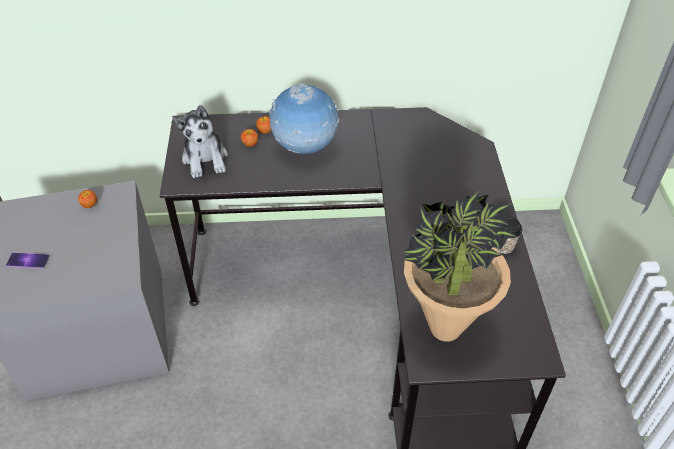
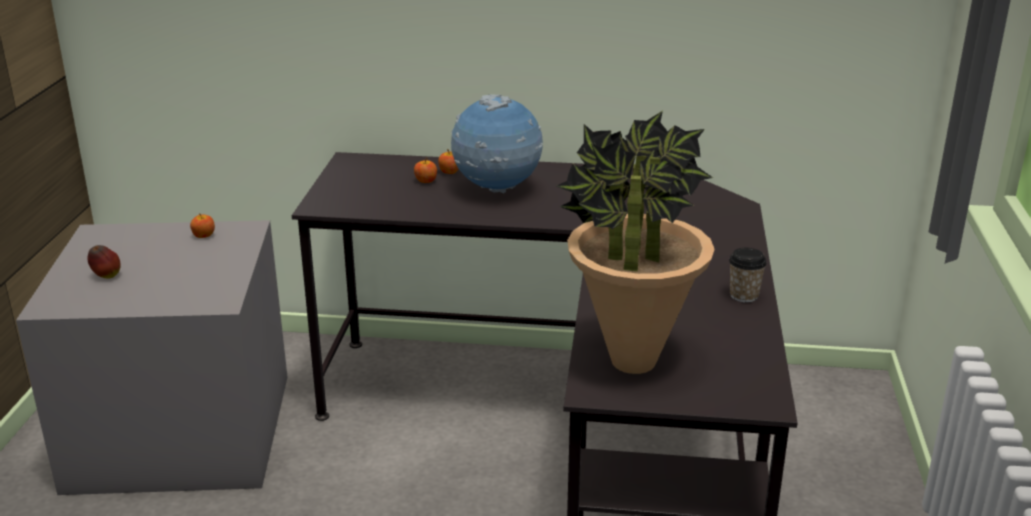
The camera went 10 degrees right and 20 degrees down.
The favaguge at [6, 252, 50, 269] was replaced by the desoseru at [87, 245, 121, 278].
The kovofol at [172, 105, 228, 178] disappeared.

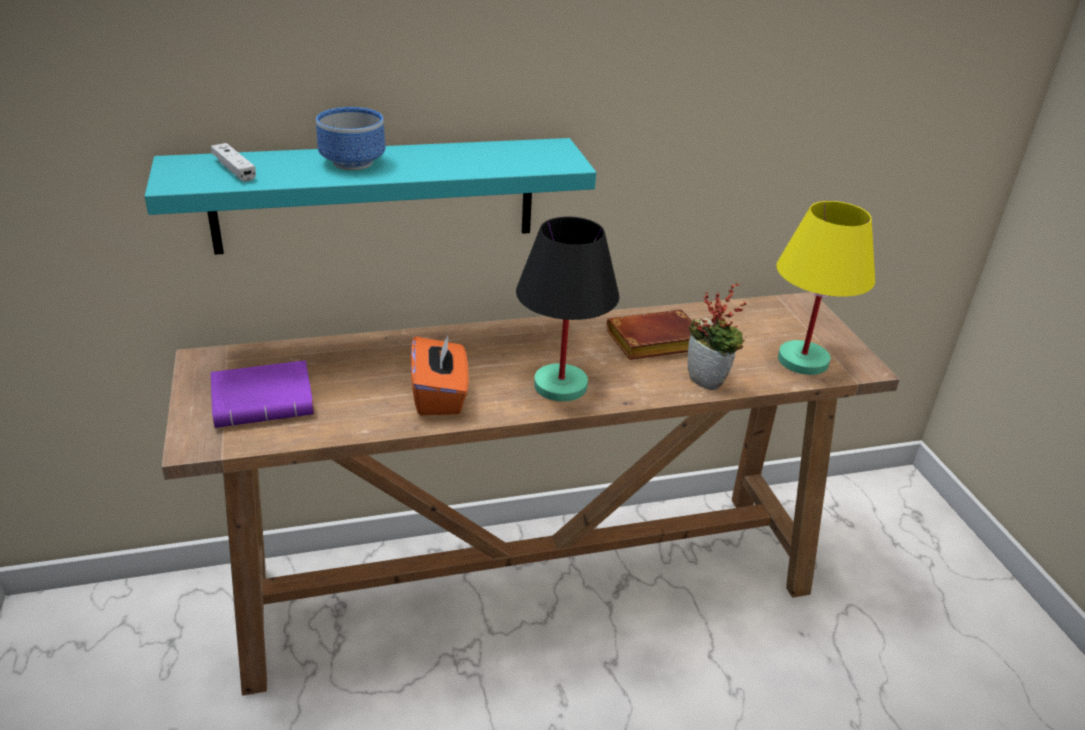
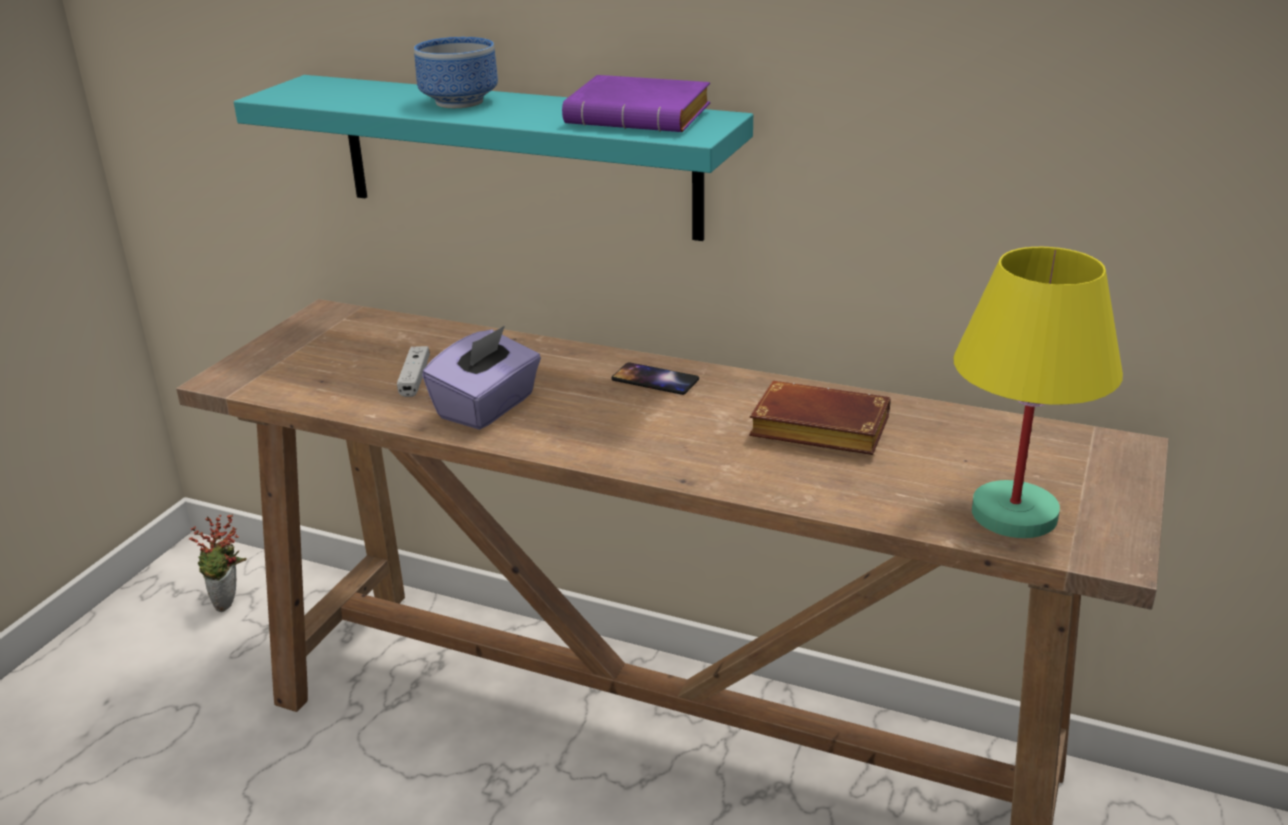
The camera went 40 degrees right and 5 degrees down.
The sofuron moved from [687, 282, 747, 390] to [189, 514, 247, 612].
The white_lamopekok moved from [211, 143, 256, 182] to [397, 346, 430, 397].
The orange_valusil at [411, 333, 468, 415] became the purple_valusil at [422, 326, 541, 430].
The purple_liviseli moved from [211, 360, 314, 428] to [562, 75, 710, 132].
The favaguge at [611, 362, 699, 395] appeared.
The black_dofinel at [516, 217, 619, 402] disappeared.

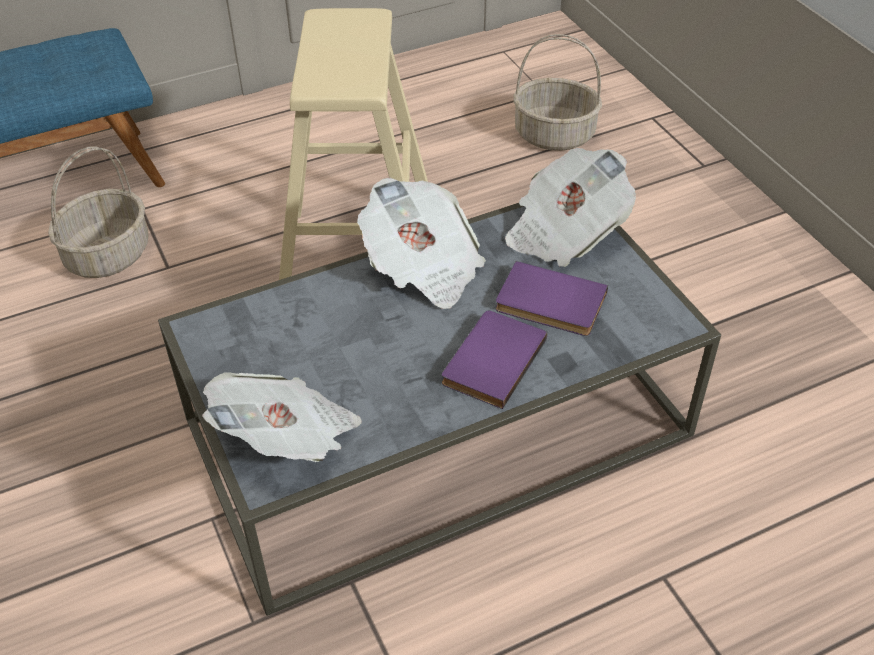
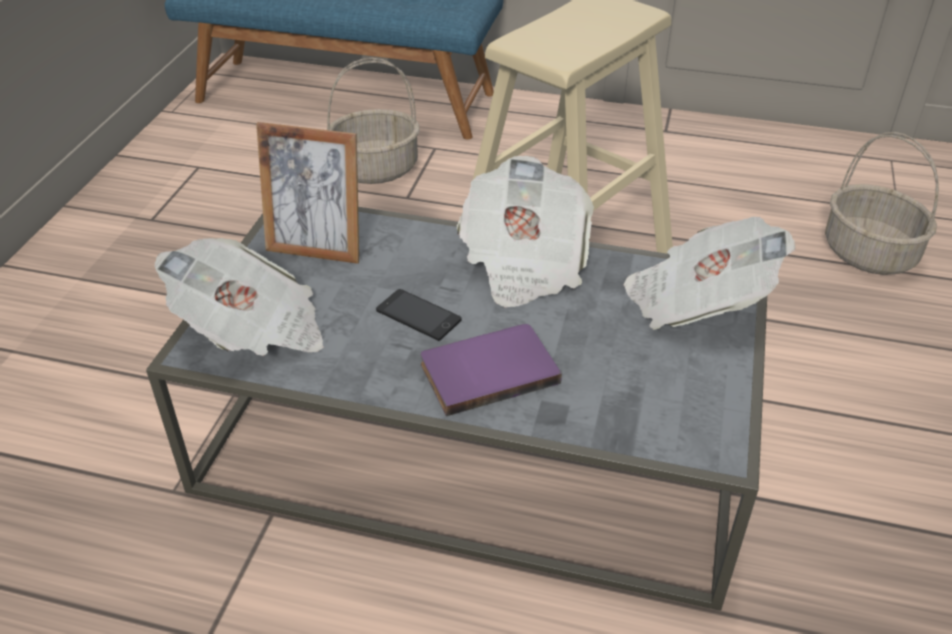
The camera went 40 degrees right and 5 degrees down.
The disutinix at [256, 122, 359, 264] appeared.
The favaguge at [376, 289, 462, 341] appeared.
The purple_liviseli at [496, 261, 608, 336] disappeared.

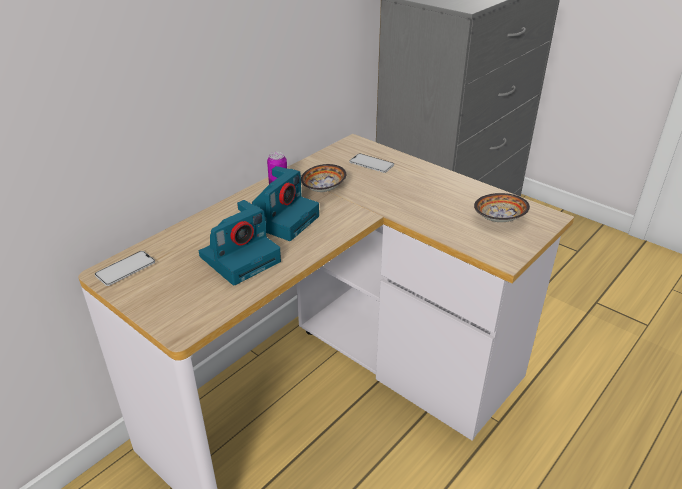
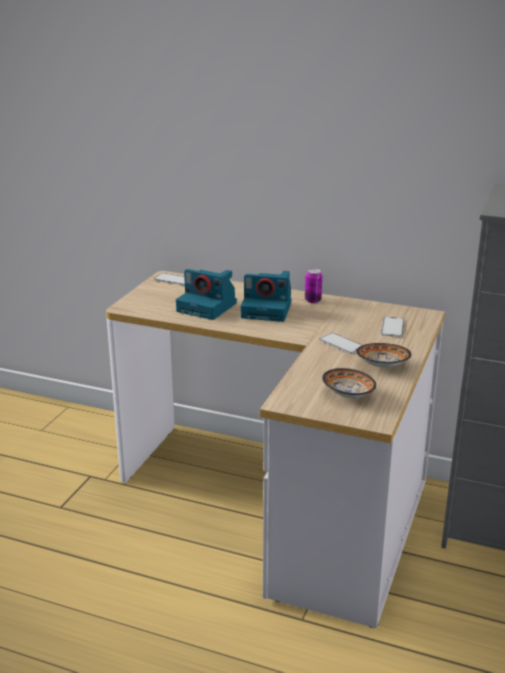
The camera went 70 degrees right and 10 degrees down.
The favaguge at [319, 333, 362, 354] appeared.
The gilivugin moved from [301, 164, 346, 192] to [356, 343, 412, 367].

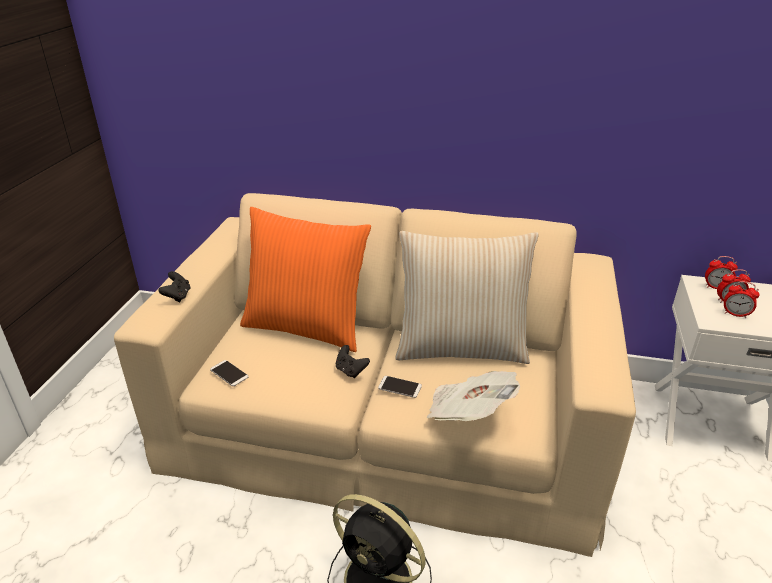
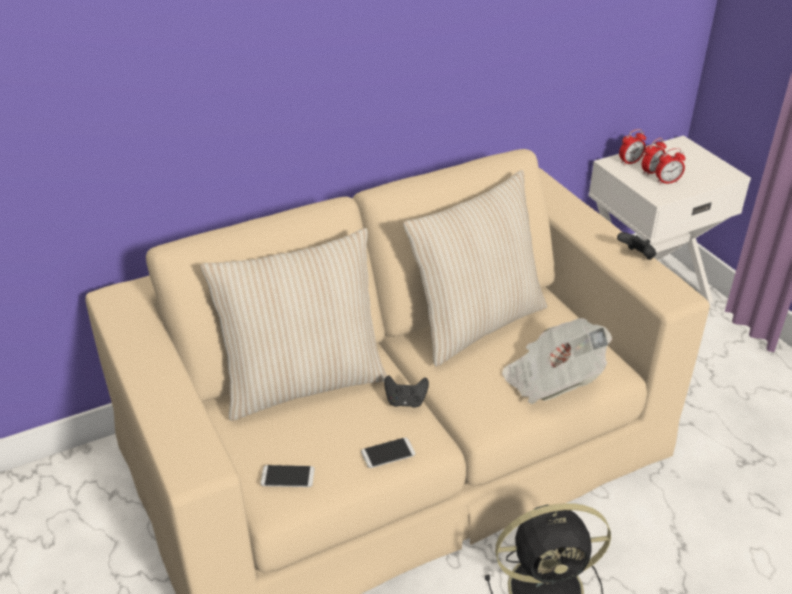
The camera went 40 degrees left and 5 degrees up.
The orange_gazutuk at [240, 207, 371, 352] became the beige_gazutuk at [201, 228, 387, 421].
The favaguge moved from [378, 376, 422, 398] to [361, 438, 415, 468].
The black_lamopekok moved from [158, 271, 190, 303] to [617, 232, 656, 260].

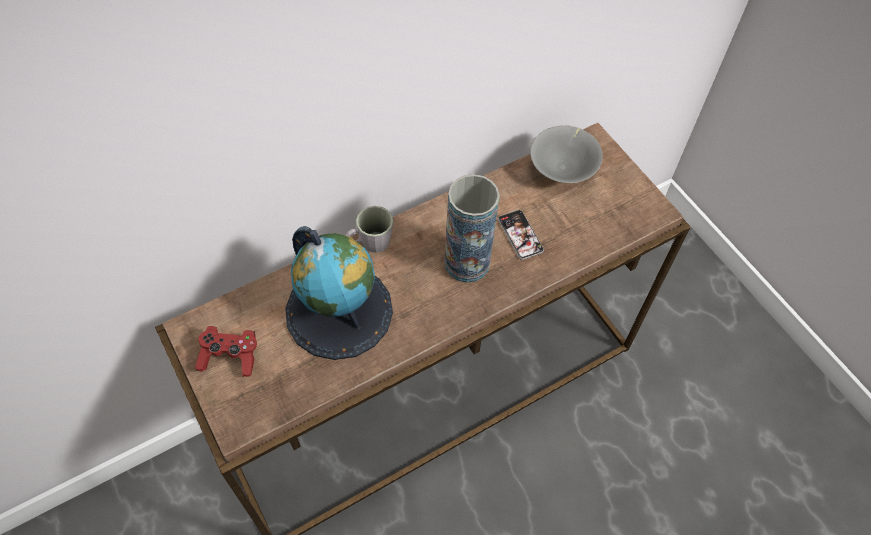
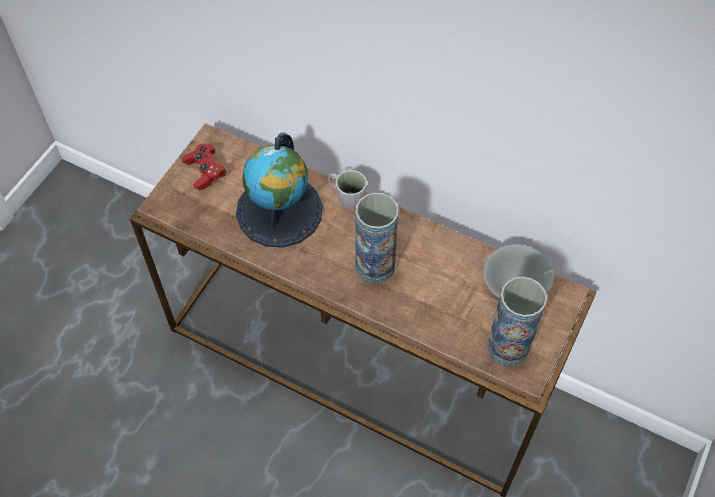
The camera went 60 degrees right and 0 degrees up.
The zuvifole at [487, 276, 547, 366] appeared.
The favaguge at [498, 210, 544, 260] disappeared.

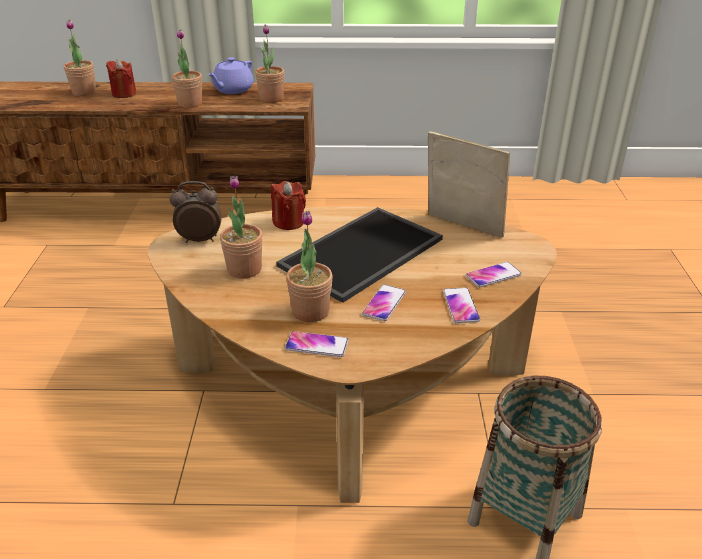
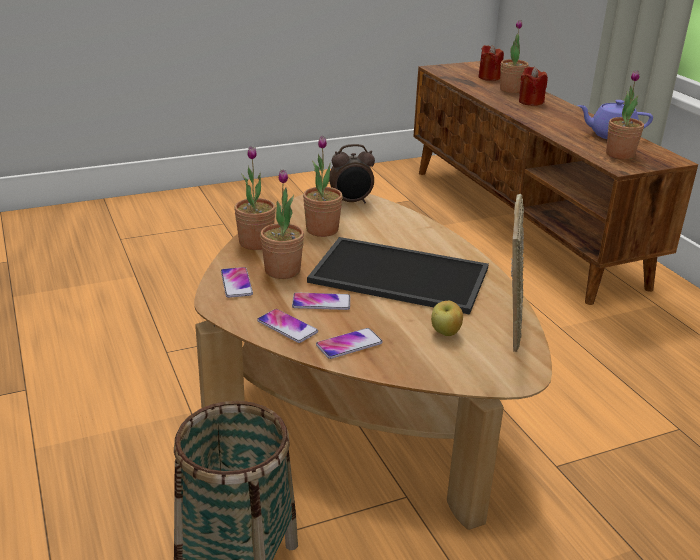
The camera went 65 degrees right and 5 degrees down.
The sofuron moved from [172, 29, 202, 108] to [234, 146, 276, 250].
The favaguge moved from [466, 262, 522, 287] to [257, 309, 318, 343].
The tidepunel at [170, 181, 221, 243] turned 105 degrees clockwise.
The desoseru at [431, 301, 463, 336] appeared.
The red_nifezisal moved from [271, 181, 306, 230] to [479, 45, 504, 81].

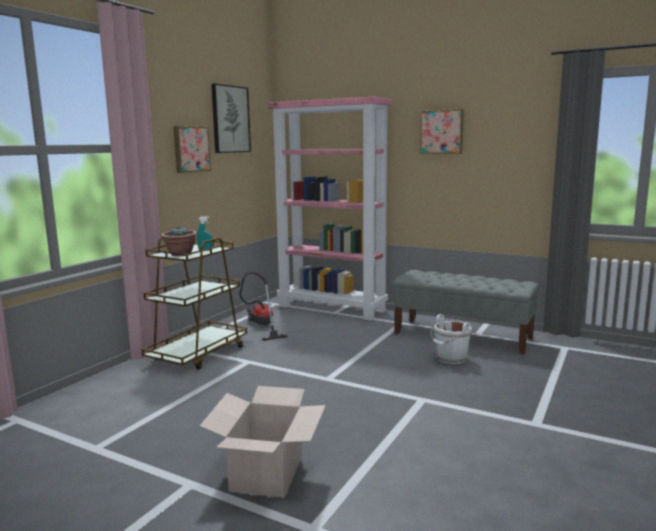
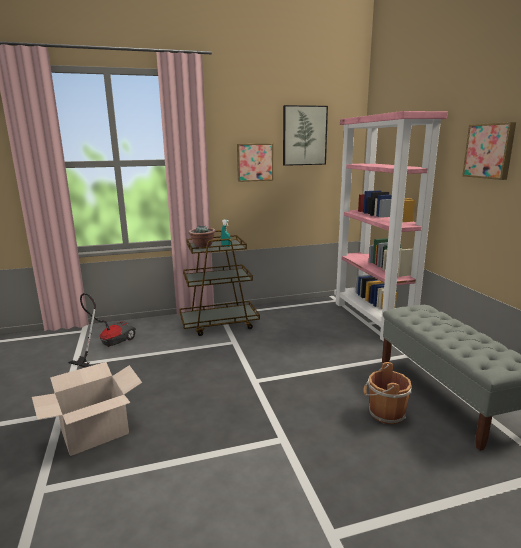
The camera went 45 degrees right and 5 degrees up.
The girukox moved from [239, 272, 288, 341] to [69, 293, 136, 368].
The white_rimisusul at [431, 314, 472, 364] became the brown_rimisusul at [363, 362, 412, 424].

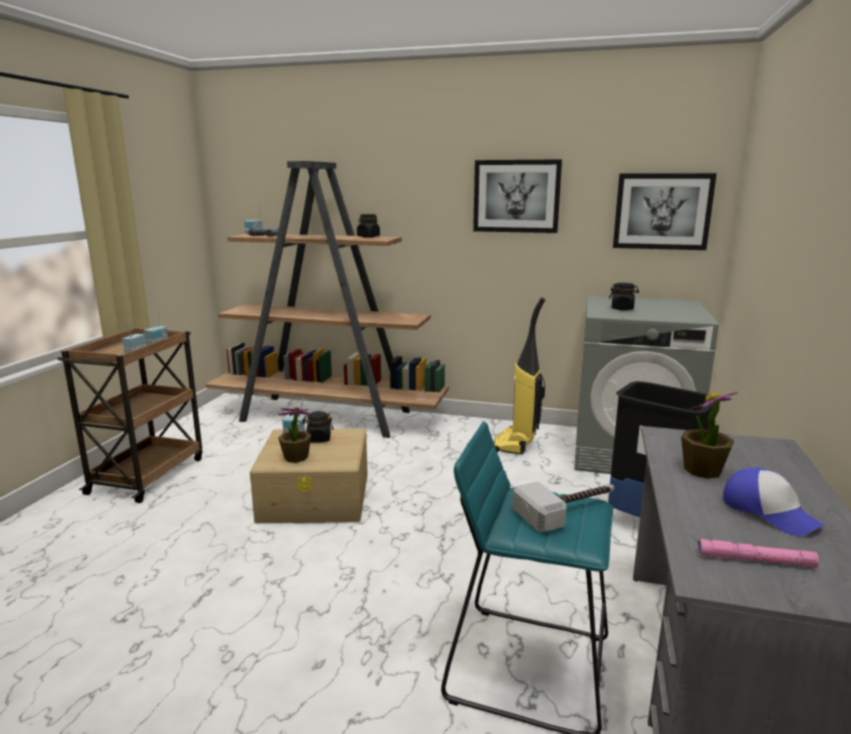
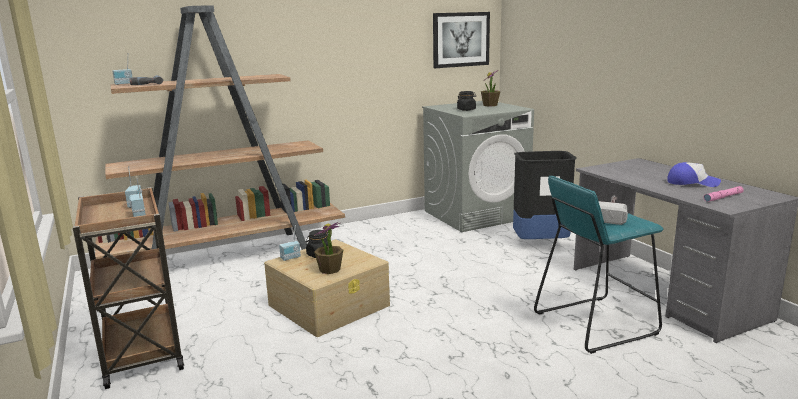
The camera went 40 degrees left and 0 degrees up.
The sofuron moved from [681, 392, 739, 479] to [481, 70, 500, 107].
The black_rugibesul at [357, 214, 380, 238] disappeared.
The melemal at [473, 159, 562, 233] disappeared.
The girukox at [494, 297, 546, 454] disappeared.

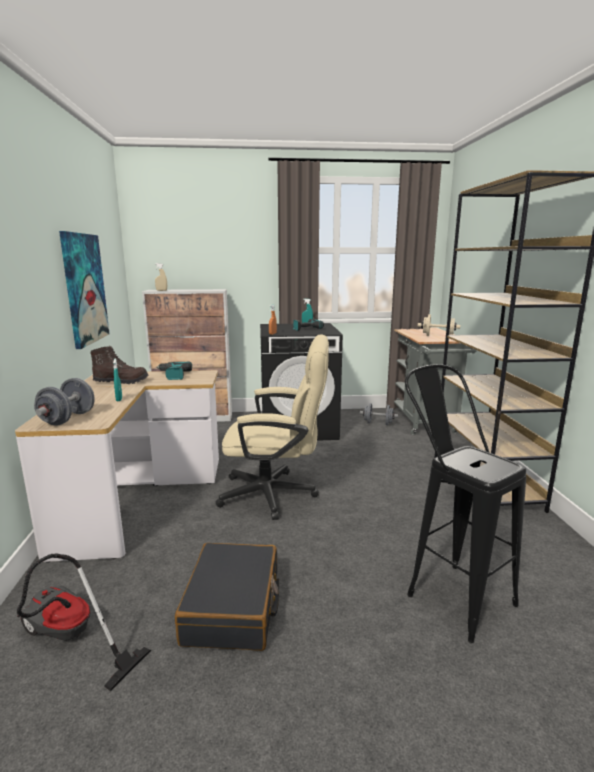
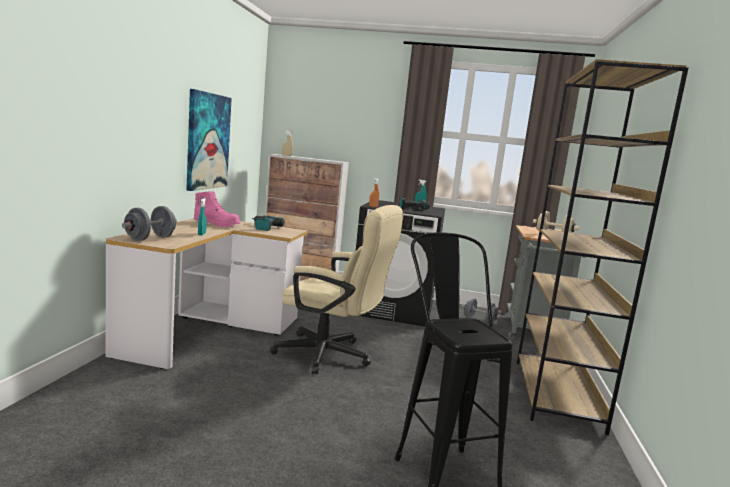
The camera went 15 degrees right and 5 degrees down.
The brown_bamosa at [90, 345, 149, 384] became the pink_bamosa at [193, 191, 240, 227].
The girukox at [17, 553, 151, 692] disappeared.
The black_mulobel at [175, 543, 279, 651] disappeared.

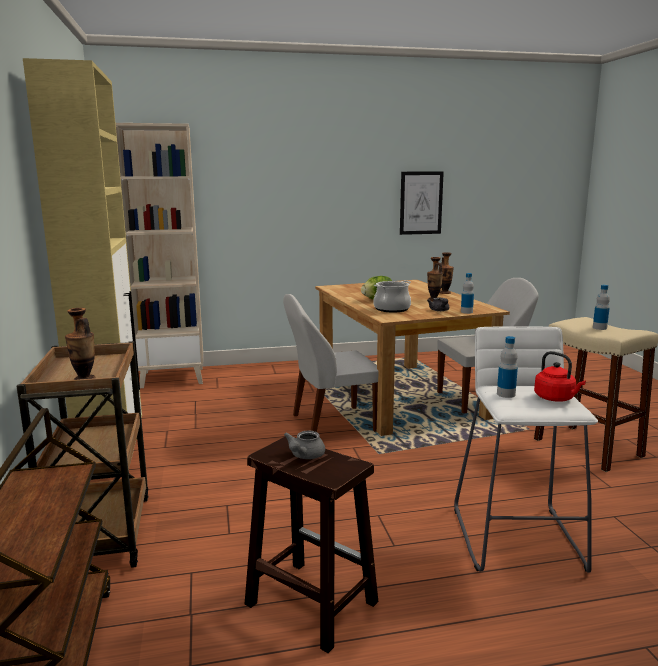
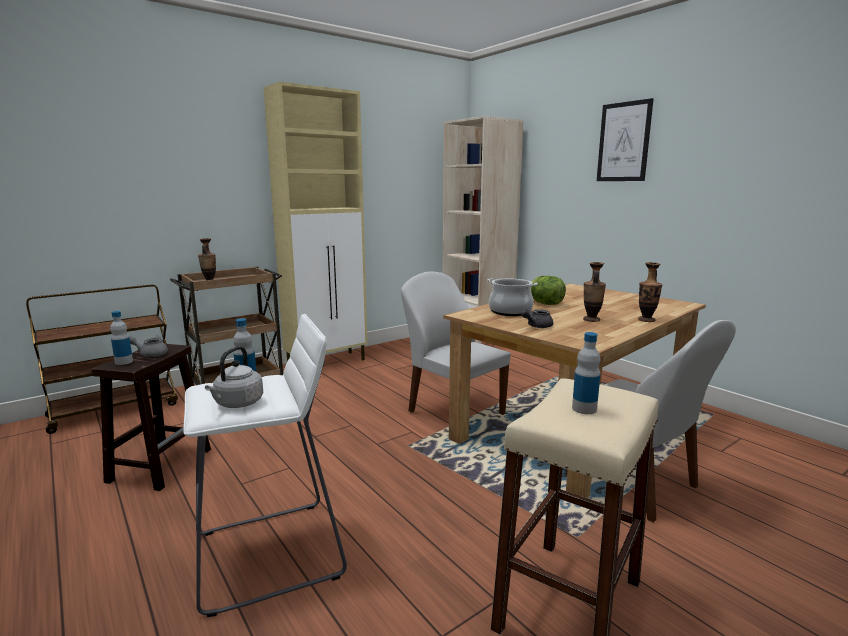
The camera went 65 degrees right and 0 degrees up.
The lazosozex moved from [461, 273, 474, 314] to [110, 311, 133, 365].
The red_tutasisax at [534, 351, 586, 402] became the grey_tutasisax at [205, 346, 263, 408].
The melemal moved from [400, 172, 444, 235] to [597, 98, 654, 181].

